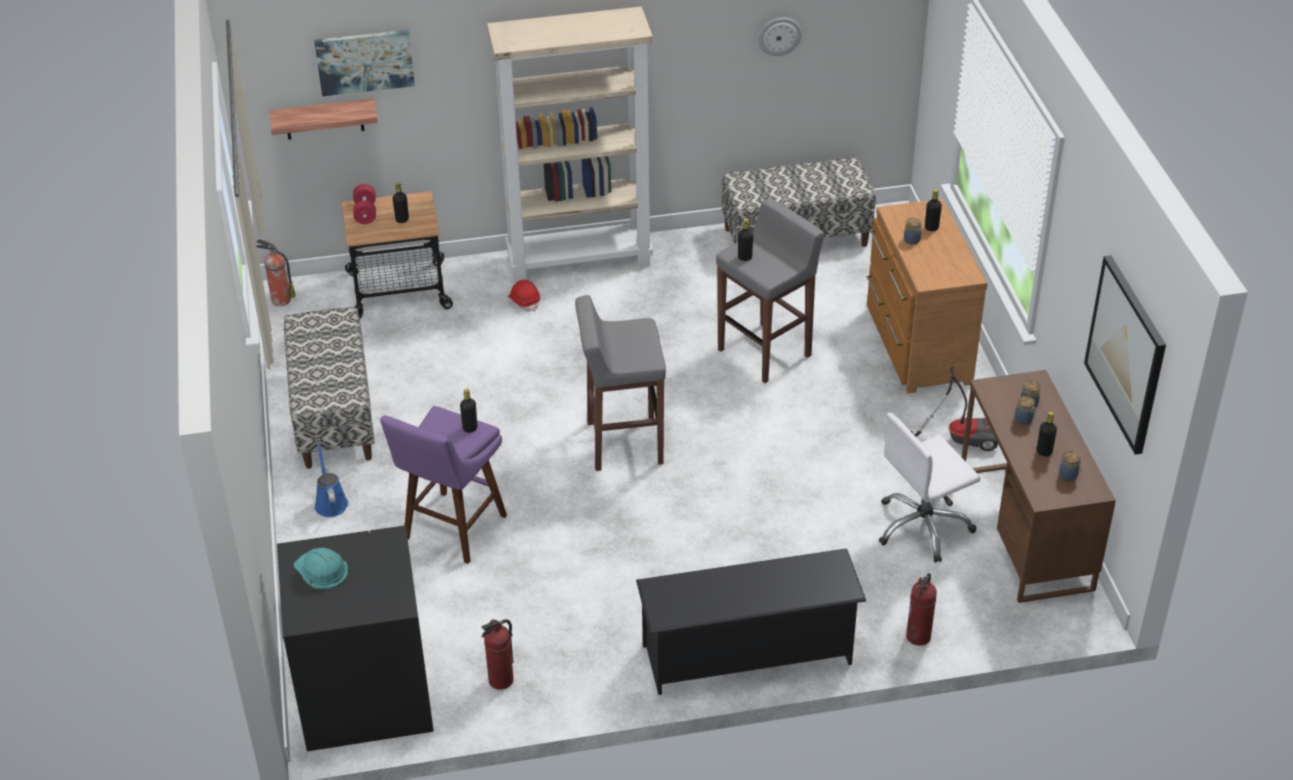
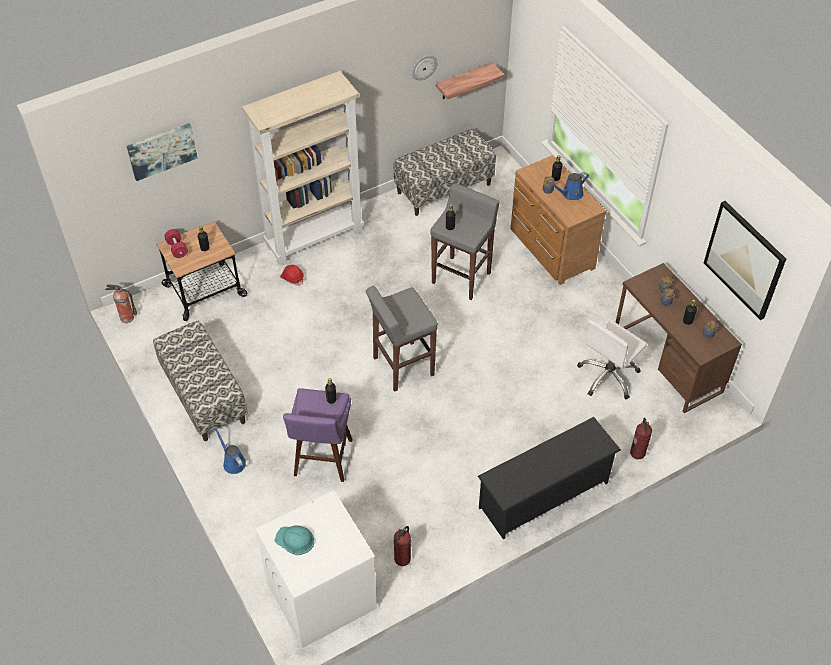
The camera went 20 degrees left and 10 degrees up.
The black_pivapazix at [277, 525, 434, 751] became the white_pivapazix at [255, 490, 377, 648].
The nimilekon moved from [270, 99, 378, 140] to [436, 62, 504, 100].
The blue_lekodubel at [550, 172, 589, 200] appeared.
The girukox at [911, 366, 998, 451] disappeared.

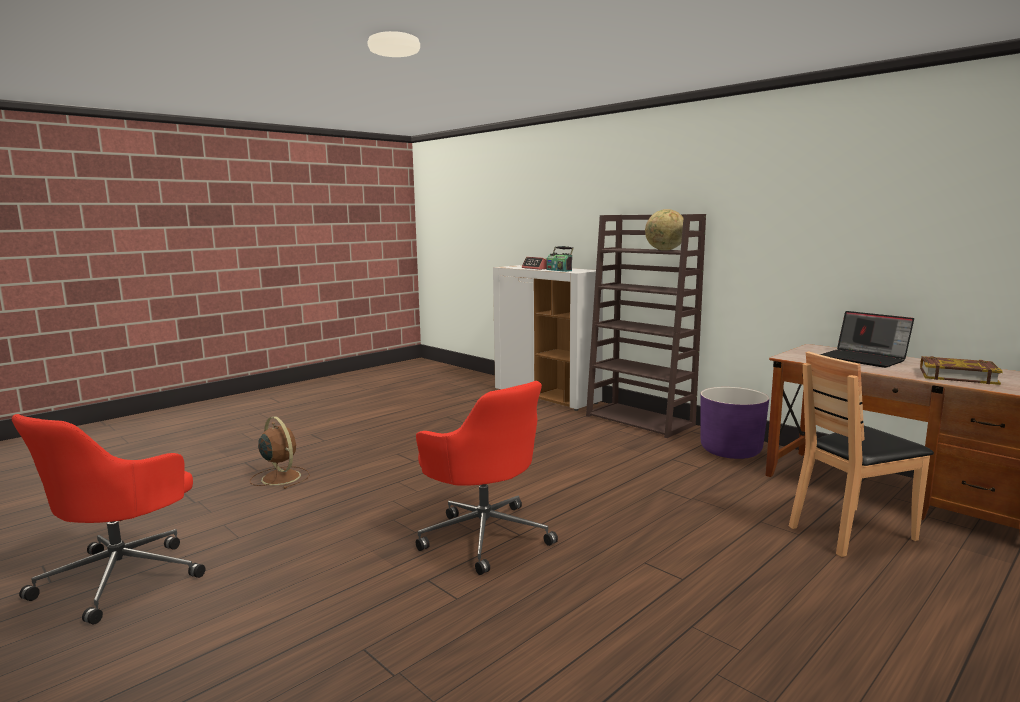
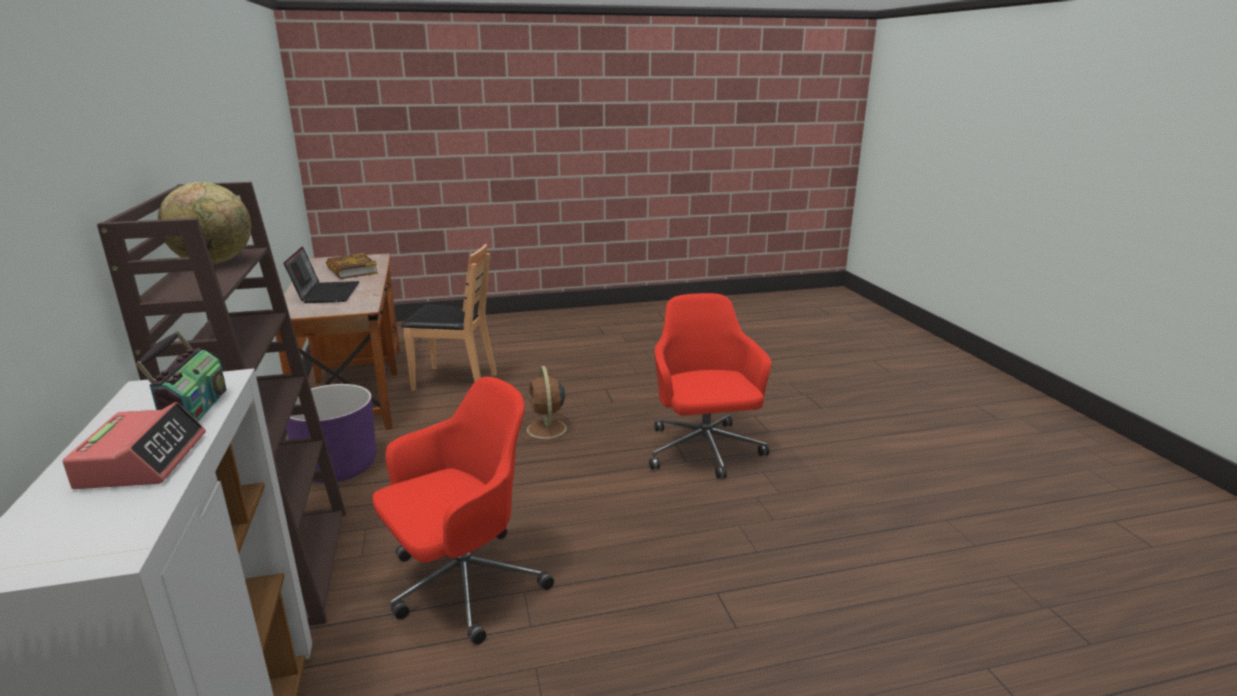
The camera went 150 degrees left and 10 degrees up.
The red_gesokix moved from [12, 414, 205, 624] to [373, 377, 554, 645].
The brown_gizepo moved from [250, 416, 310, 489] to [519, 366, 577, 444].

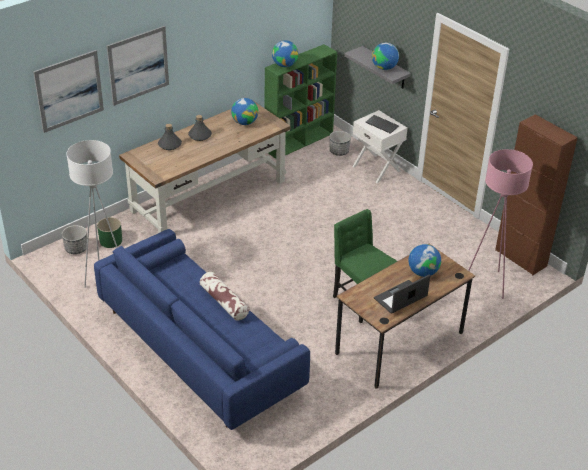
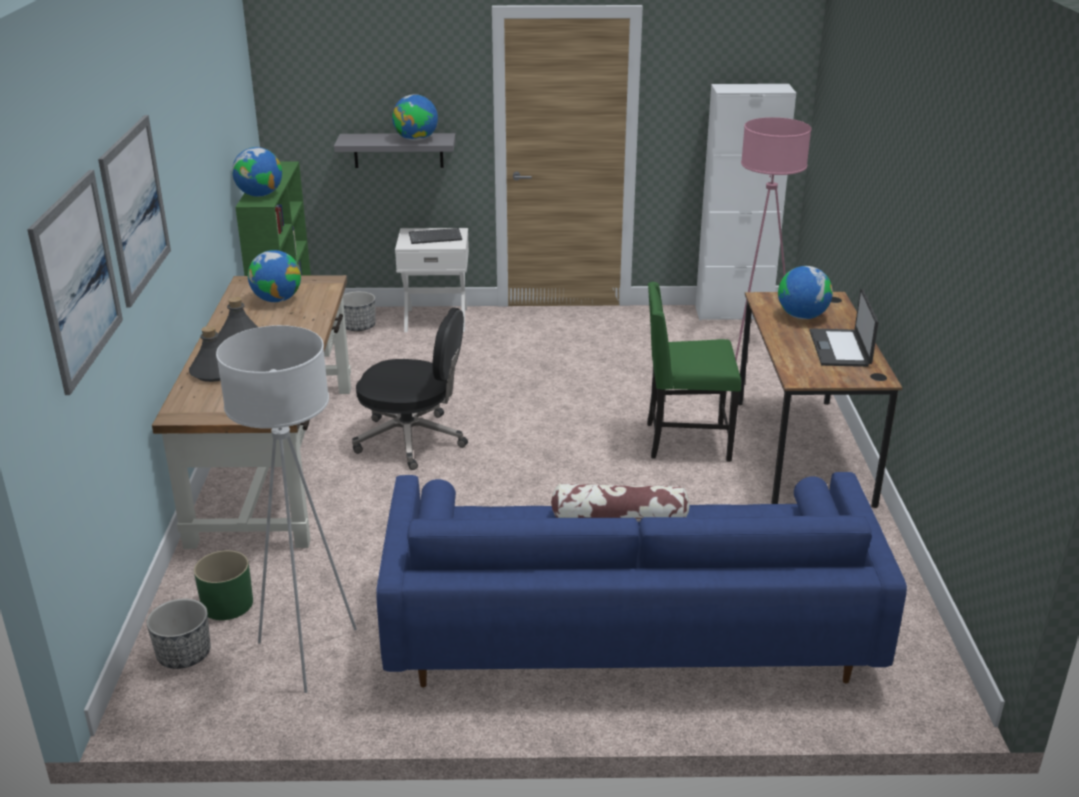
The camera went 50 degrees left and 10 degrees down.
The black_gesokix at [352, 307, 468, 470] appeared.
The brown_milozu at [495, 114, 578, 275] became the white_milozu at [695, 84, 796, 321].

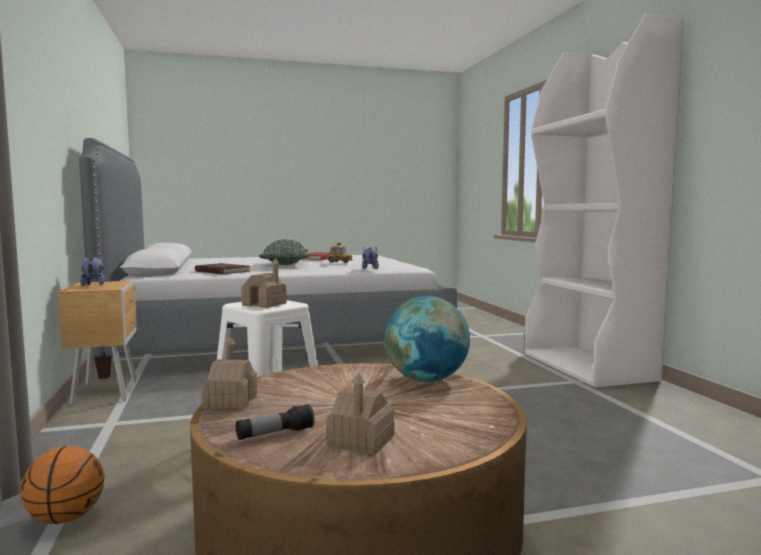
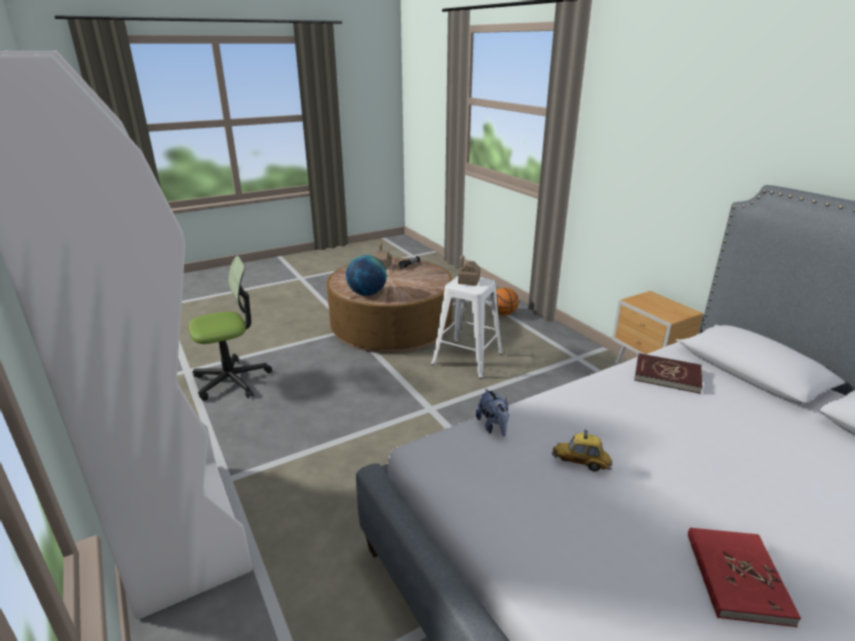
The camera went 165 degrees right and 20 degrees up.
The gesokix at [189, 256, 272, 401] appeared.
The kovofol at [80, 256, 105, 286] disappeared.
The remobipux at [202, 336, 257, 409] disappeared.
The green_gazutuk at [259, 239, 310, 265] disappeared.

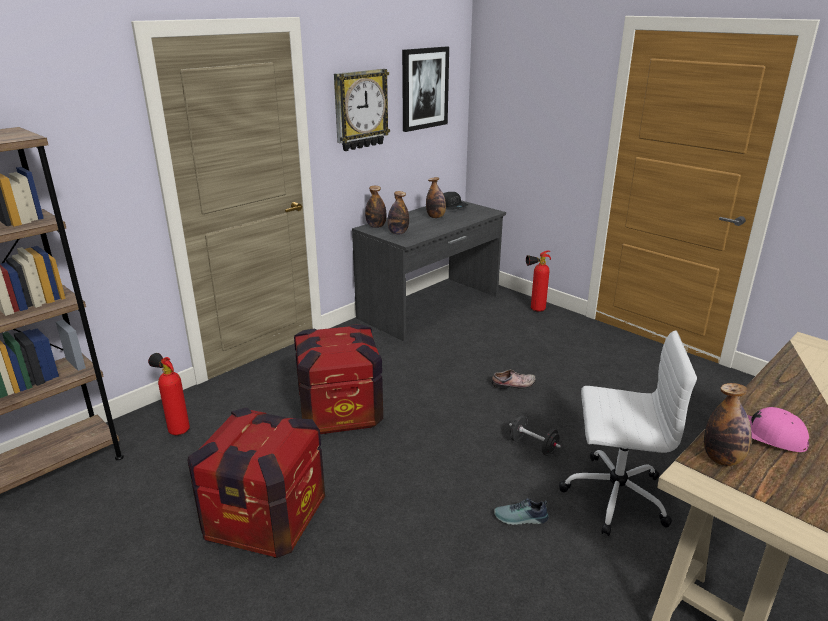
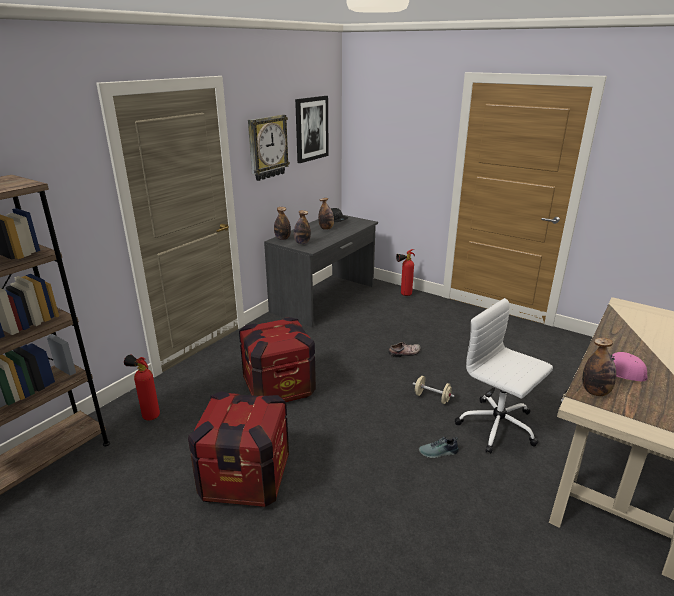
The camera went 10 degrees left and 0 degrees up.
The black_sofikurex at [509, 415, 561, 456] became the beige_sofikurex at [413, 376, 455, 404].
The white_gesokix at [559, 331, 697, 536] turned 135 degrees counterclockwise.

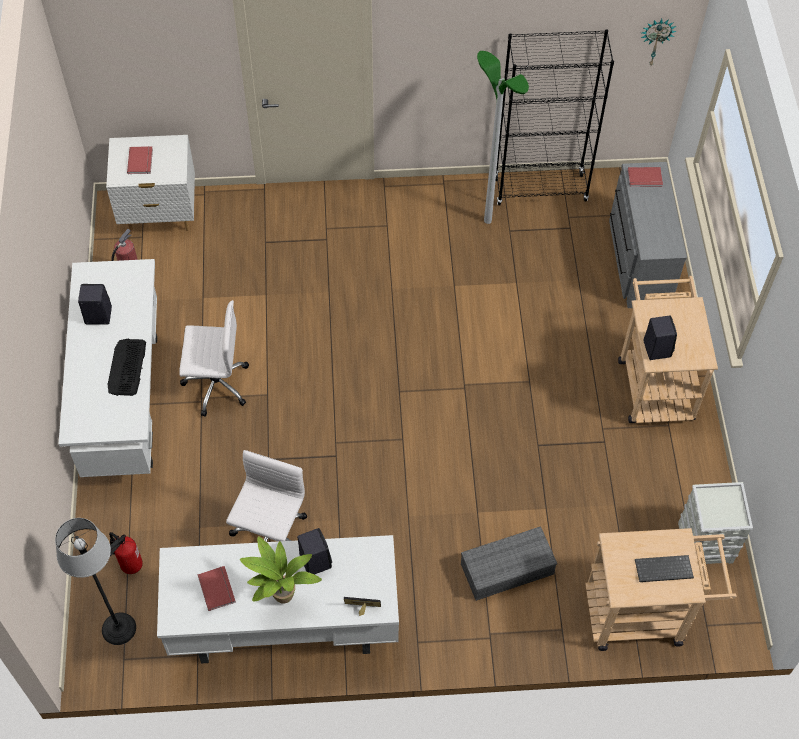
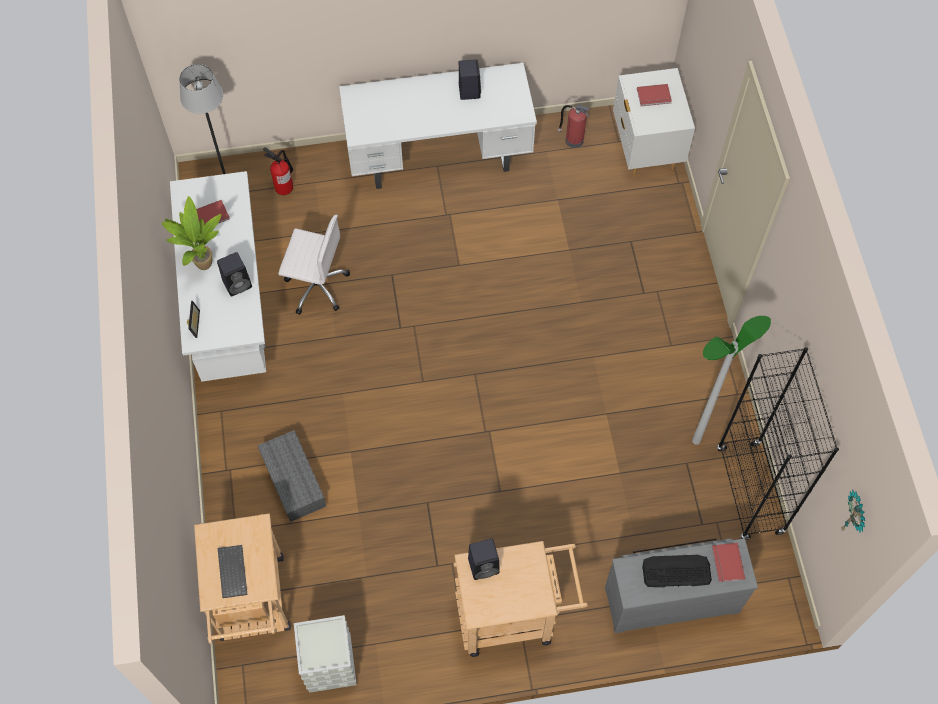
The camera went 85 degrees right and 5 degrees up.
The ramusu moved from [107, 339, 146, 396] to [642, 554, 712, 587].
The white_gesokix at [180, 300, 249, 417] disappeared.

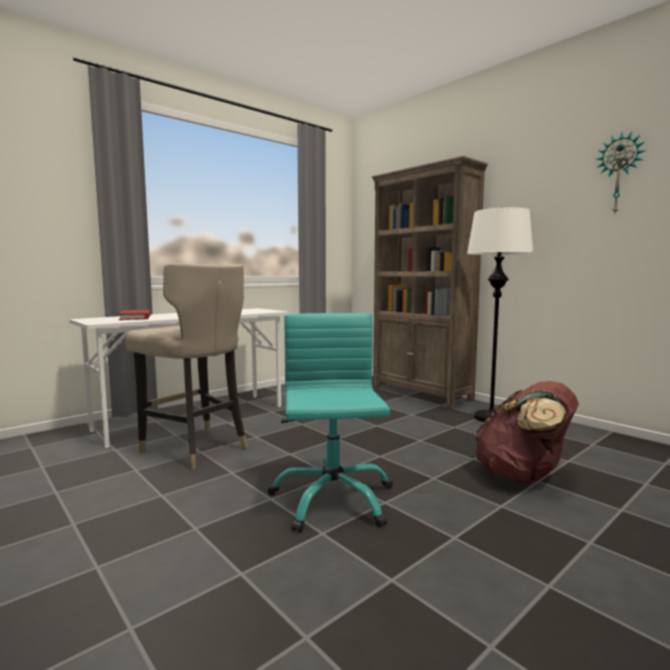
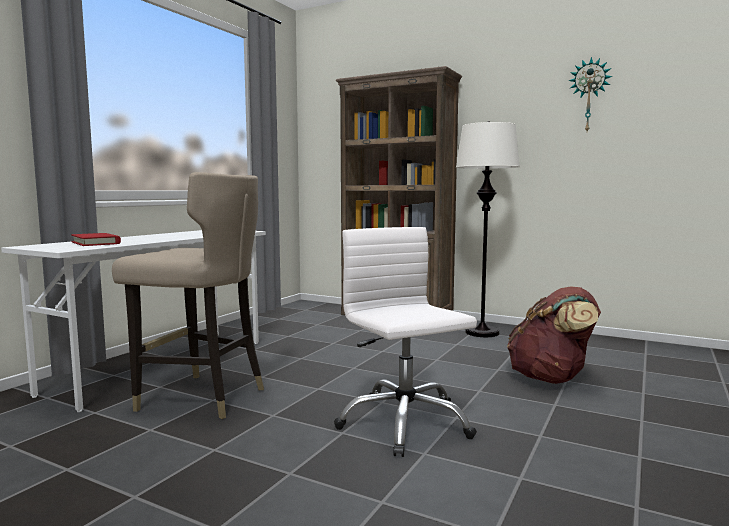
The camera went 20 degrees left and 0 degrees up.
The turquoise_gesokix at [267, 313, 393, 533] became the white_gesokix at [334, 227, 477, 457].

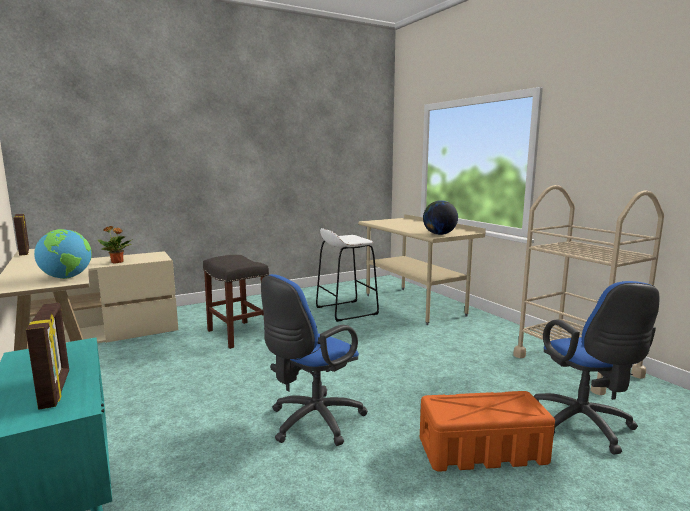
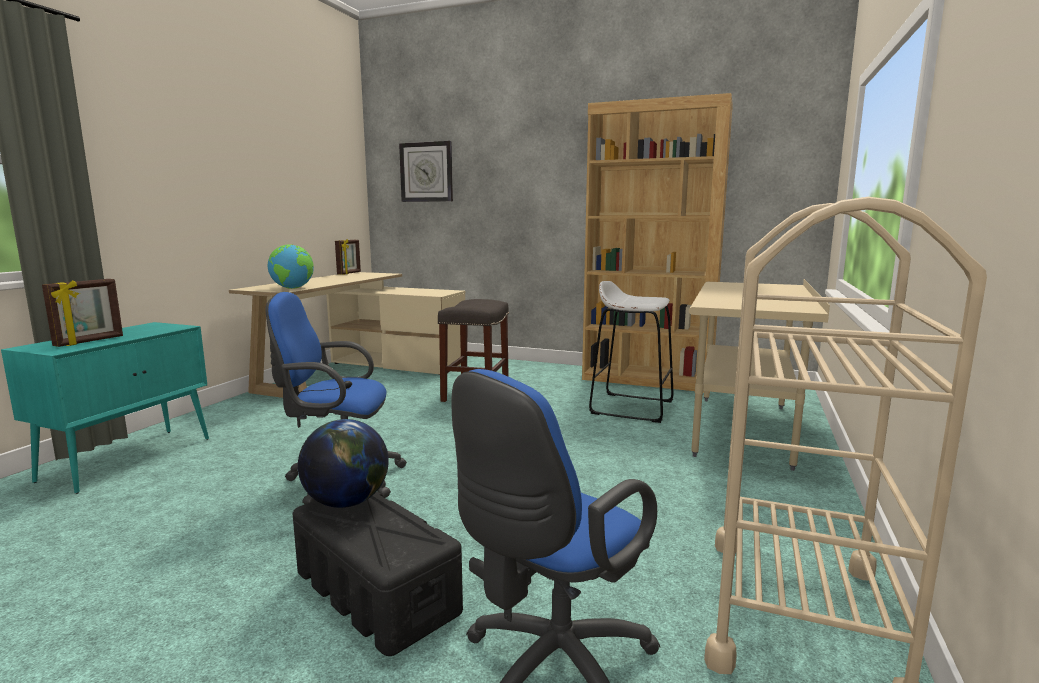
The camera went 50 degrees right and 0 degrees up.
The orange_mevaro at [420, 391, 555, 472] became the black_mevaro at [293, 492, 463, 656].
The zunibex moved from [423, 200, 458, 235] to [298, 419, 389, 508].
The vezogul at [399, 141, 453, 202] appeared.
The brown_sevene at [582, 93, 733, 393] appeared.
The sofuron at [98, 226, 133, 264] disappeared.

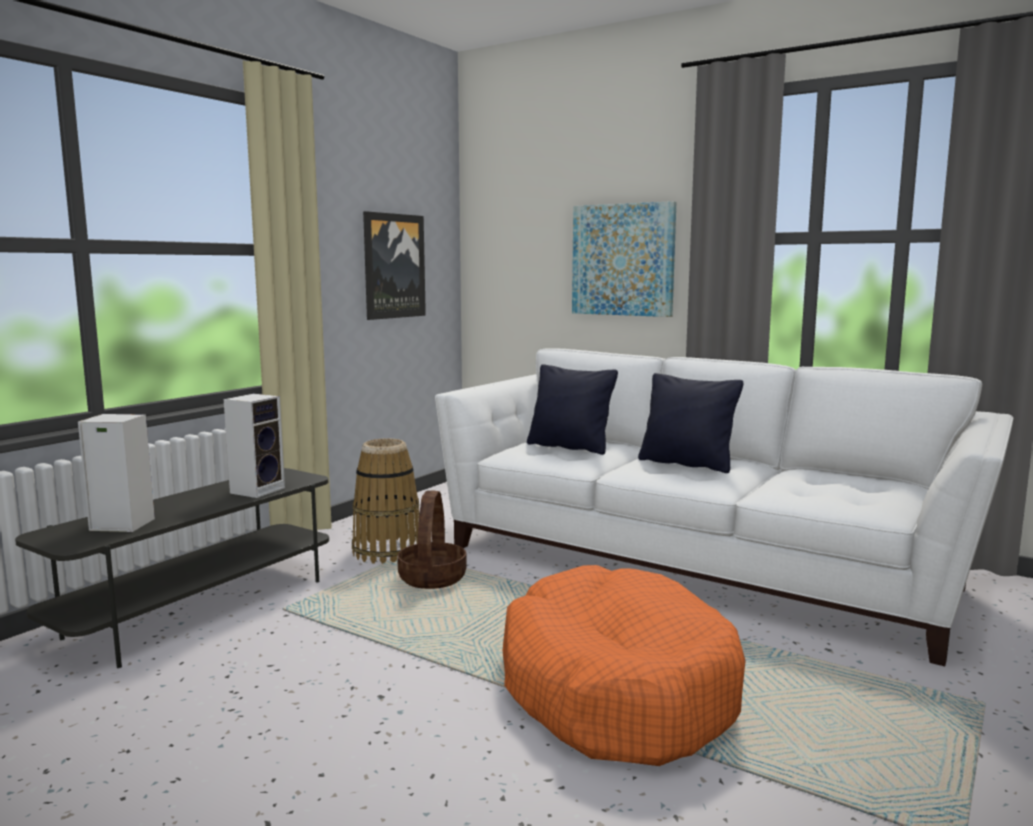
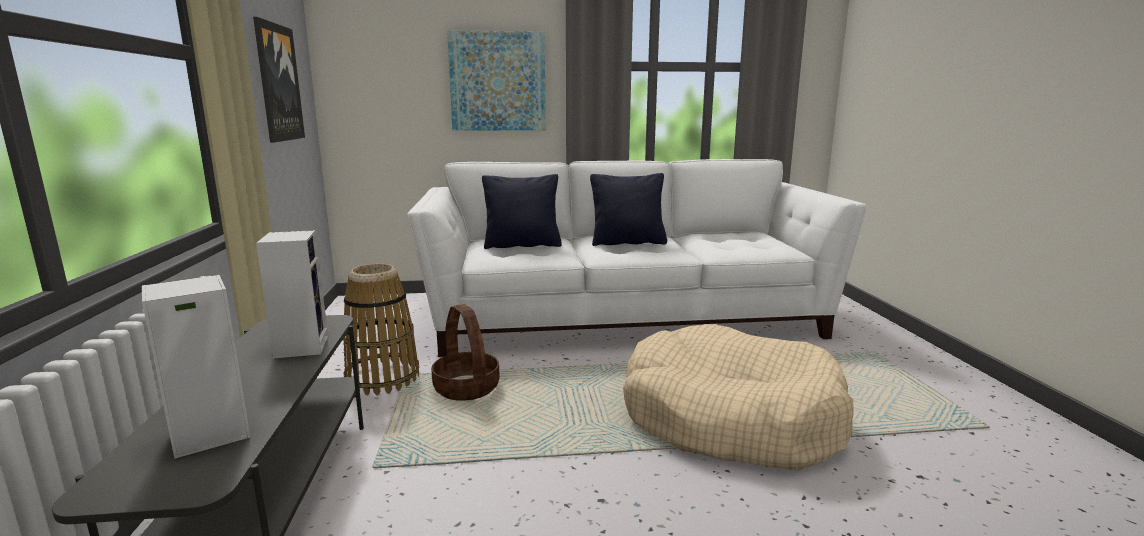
The camera went 40 degrees left and 5 degrees up.
The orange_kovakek at [502, 565, 746, 766] became the beige_kovakek at [623, 324, 854, 470].

